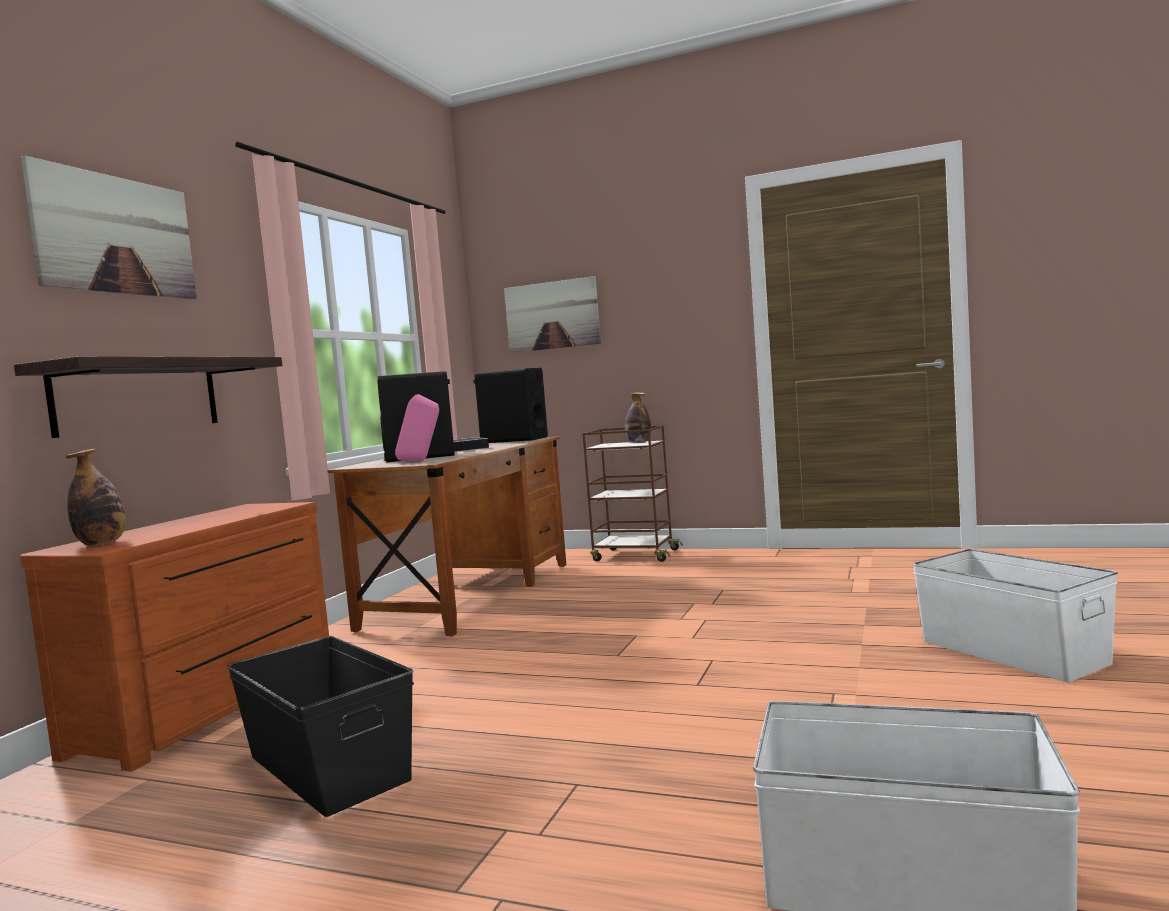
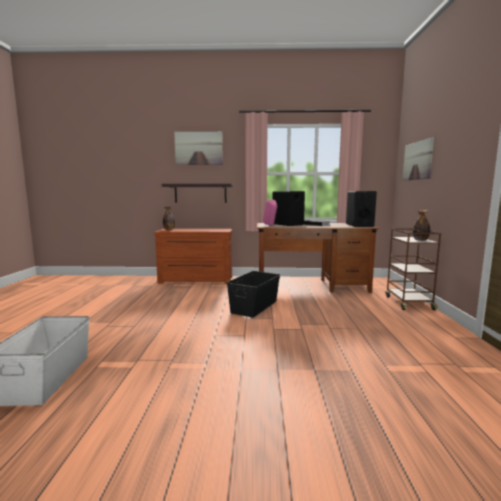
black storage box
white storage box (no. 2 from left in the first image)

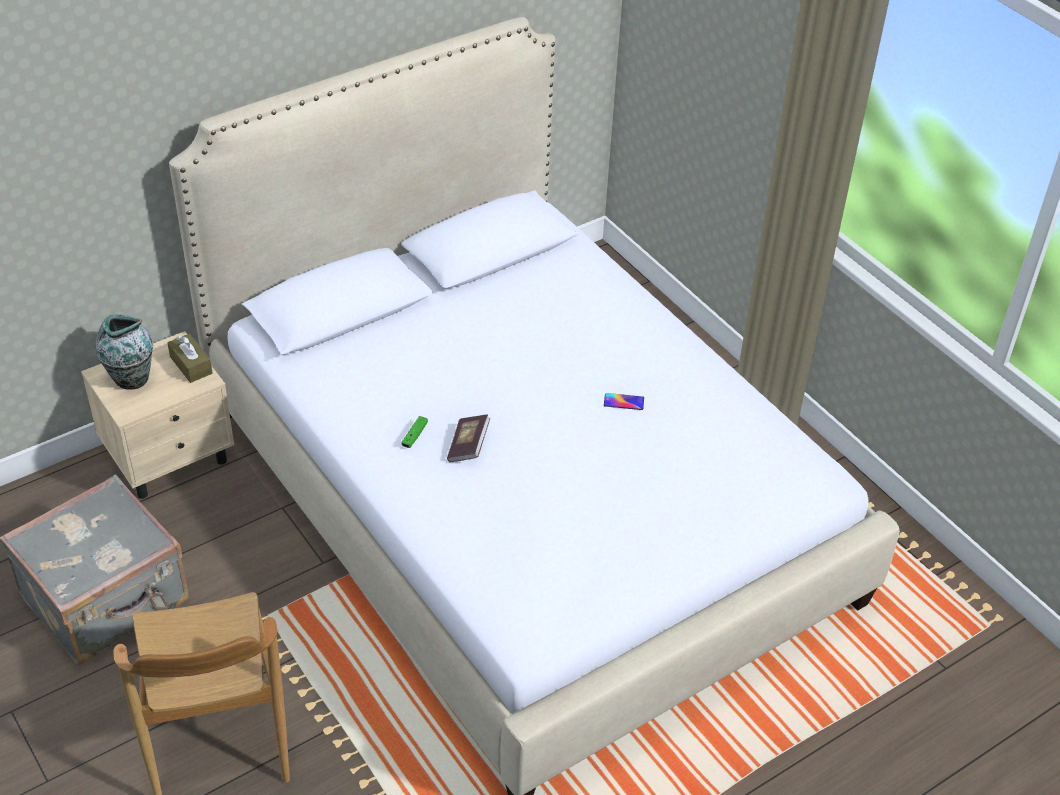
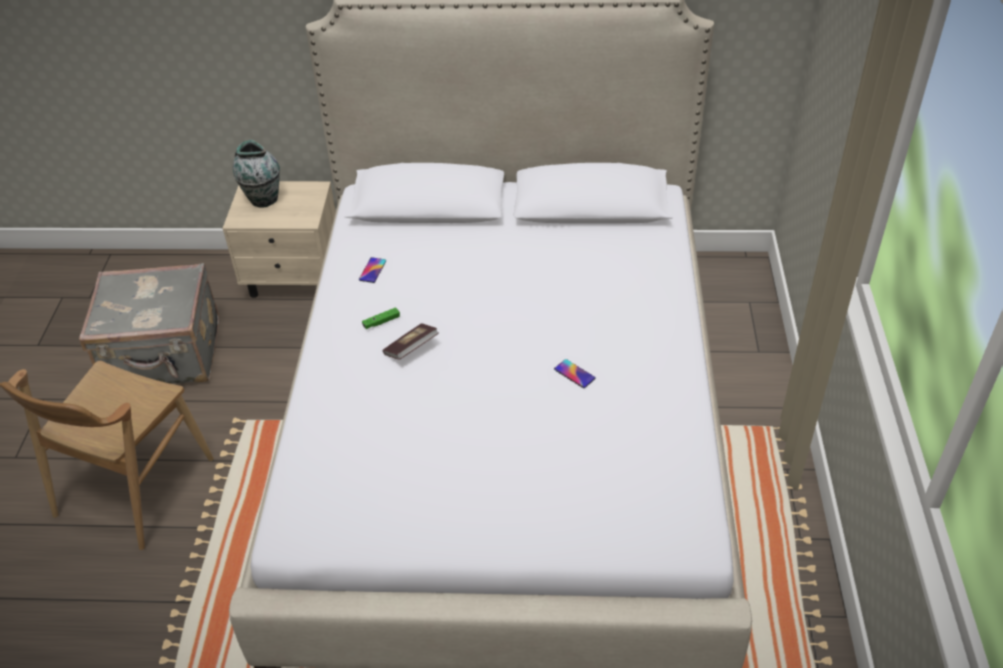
brown tissue box
phone (no. 1 from left)

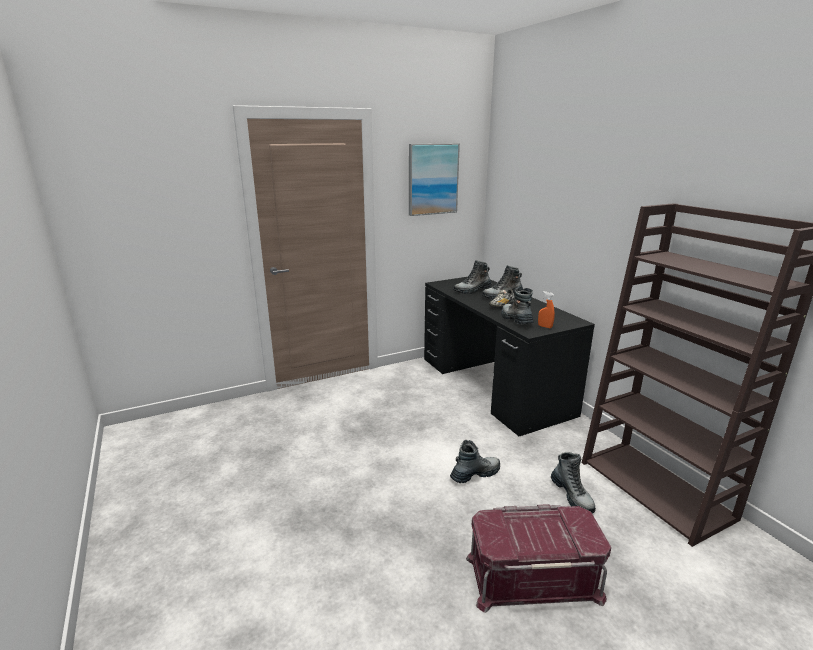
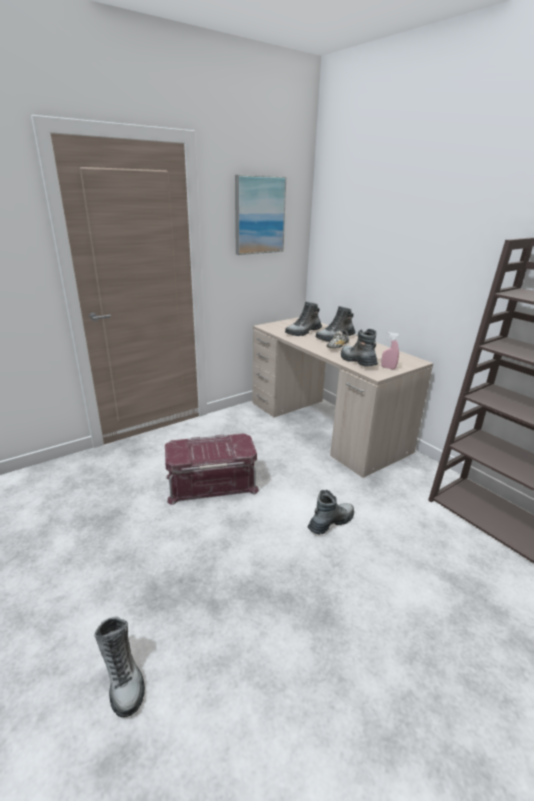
beige desk
red storage box
pink spray bottle
boot (no. 1 from left)

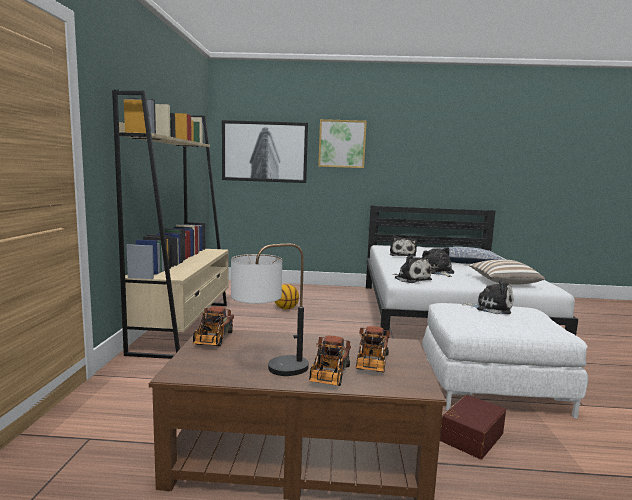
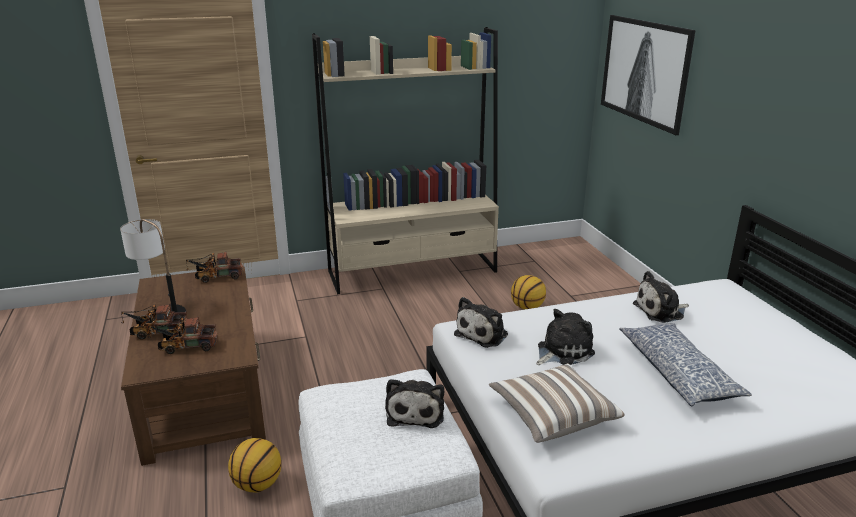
picture (no. 2 from left in the first image)
basketball (no. 1 from left)

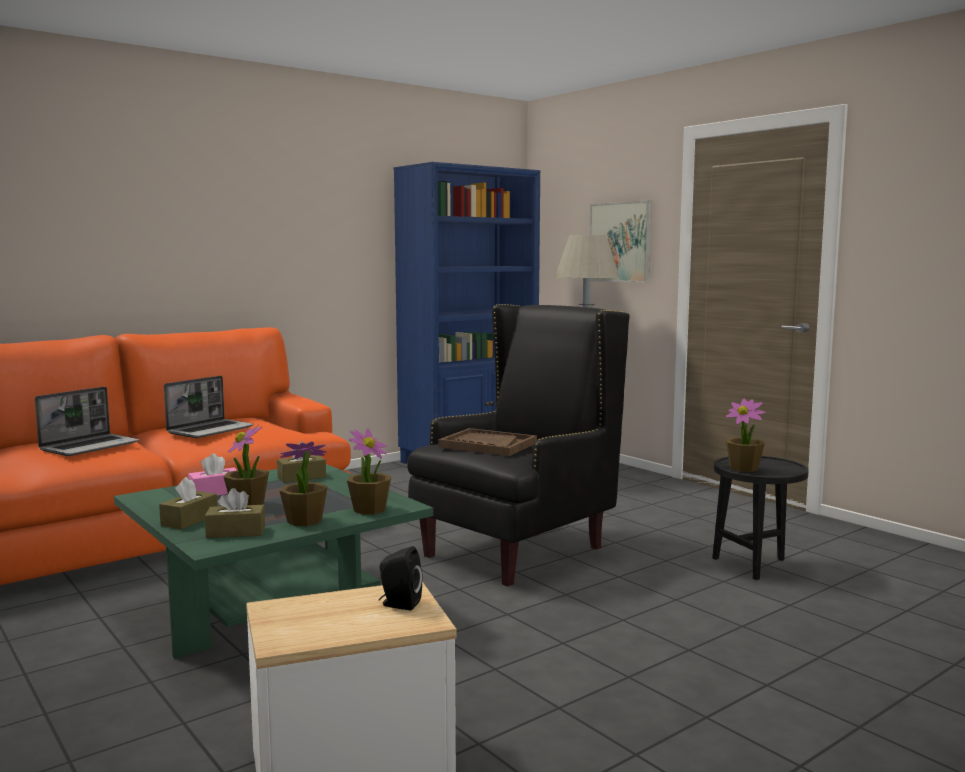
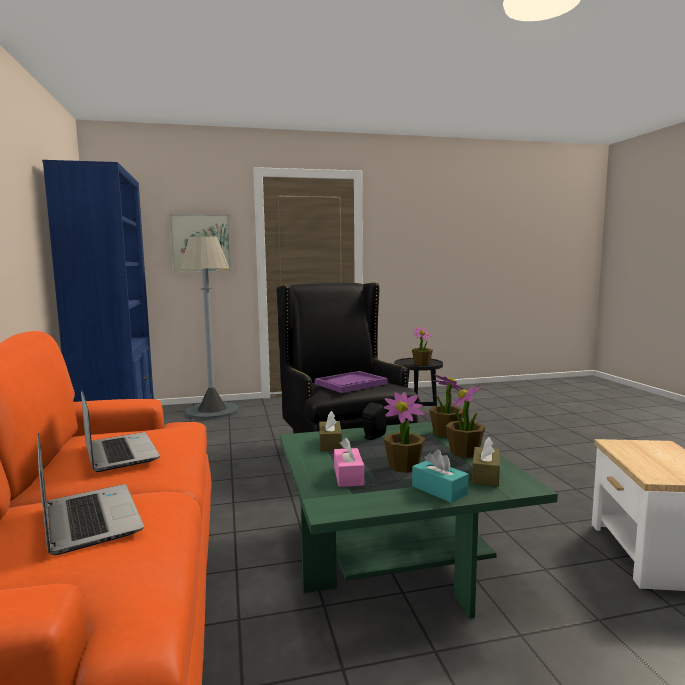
turquoise tissue box
black speaker
purple tray

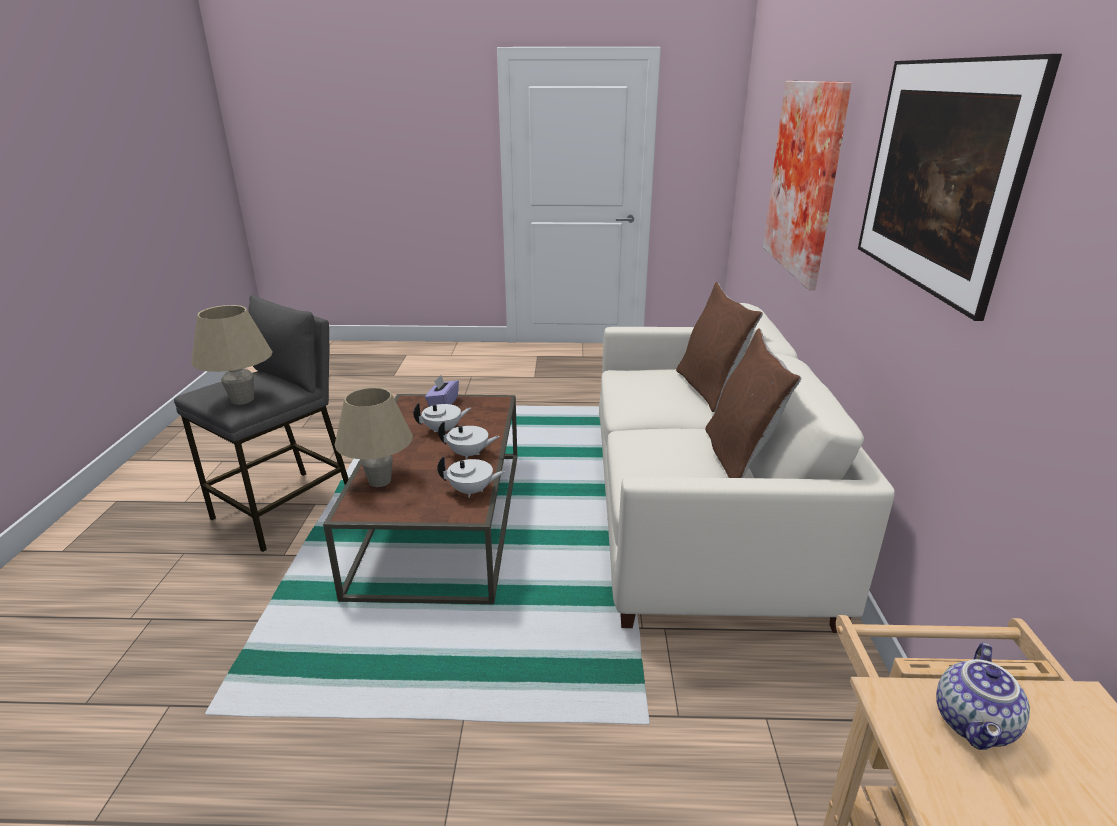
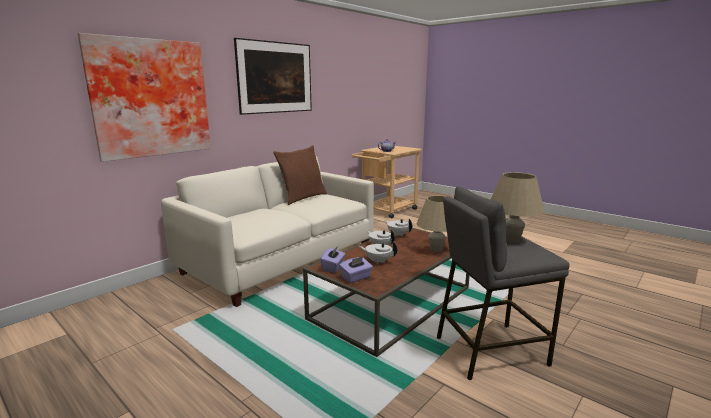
brown pillow (no. 1 from left in the first image)
purple tissue box (no. 1 from left)

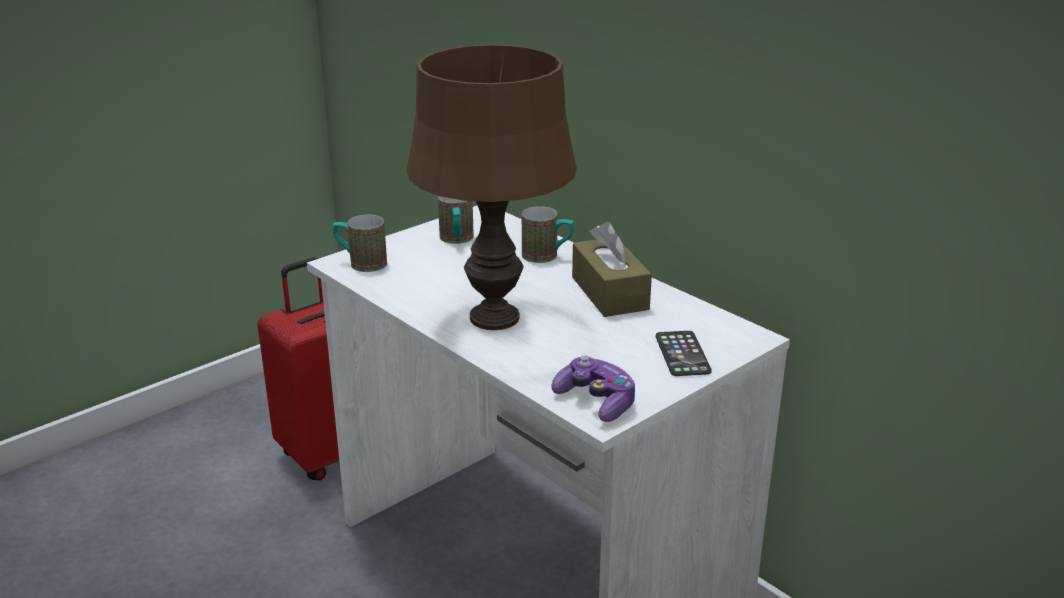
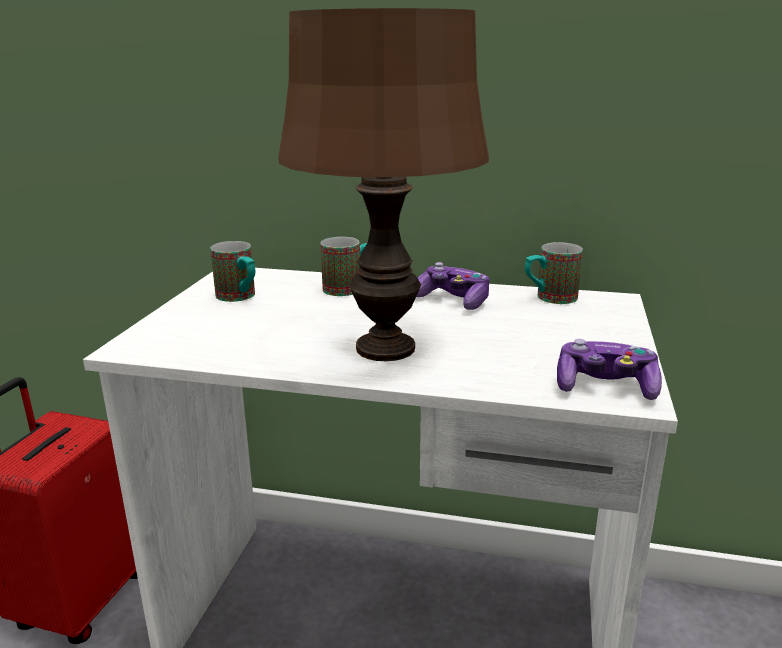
mug (no. 3 from left)
game controller (no. 1 from left)
phone

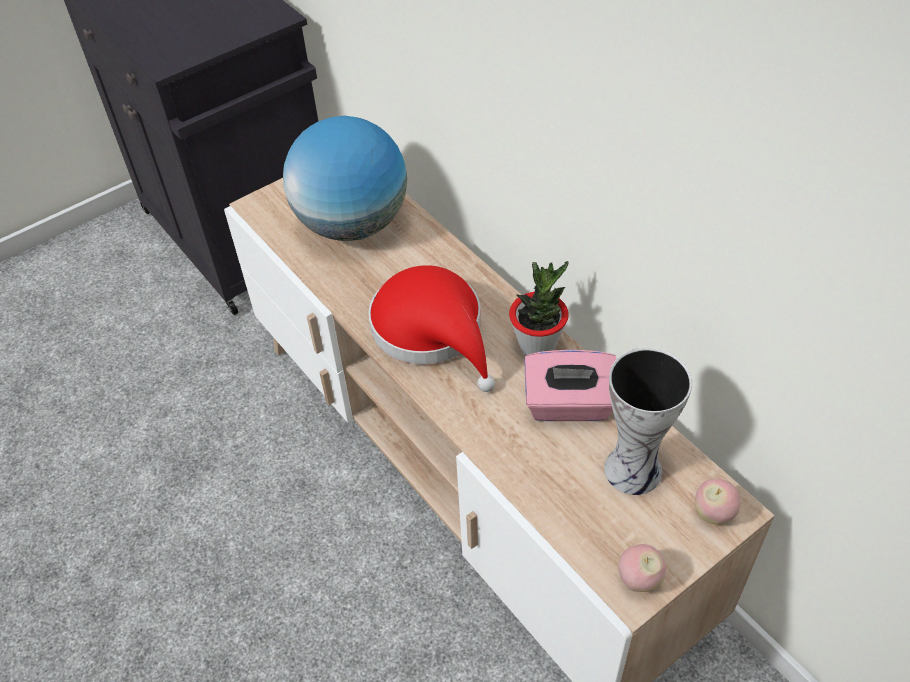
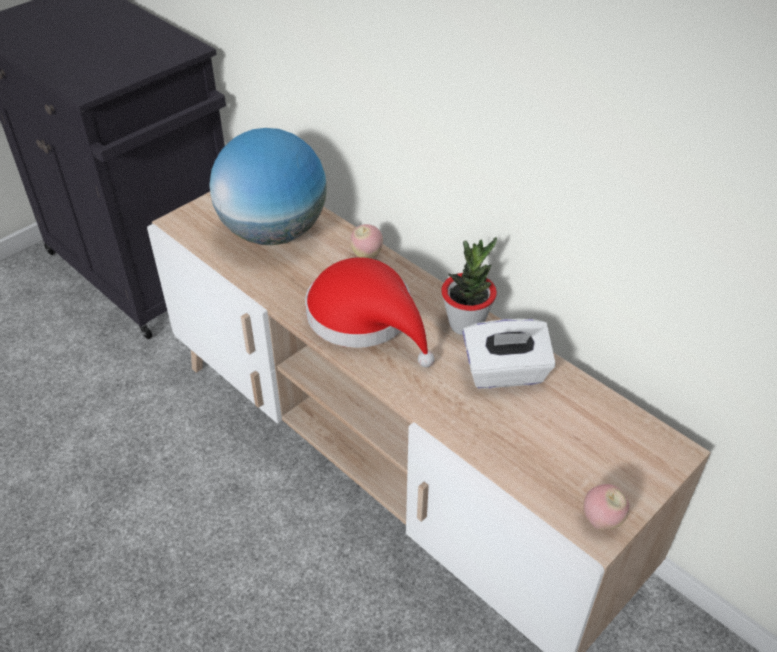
white tissue box
vase
apple (no. 1 from left)

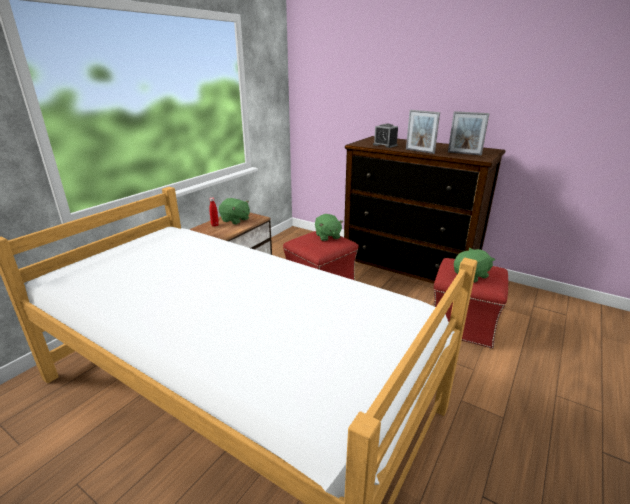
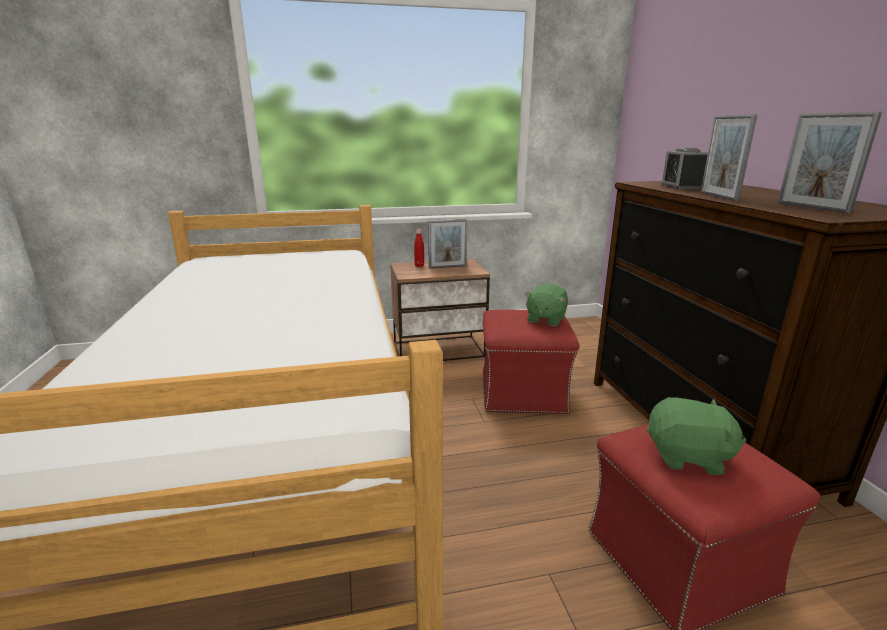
picture frame (no. 1 from left)

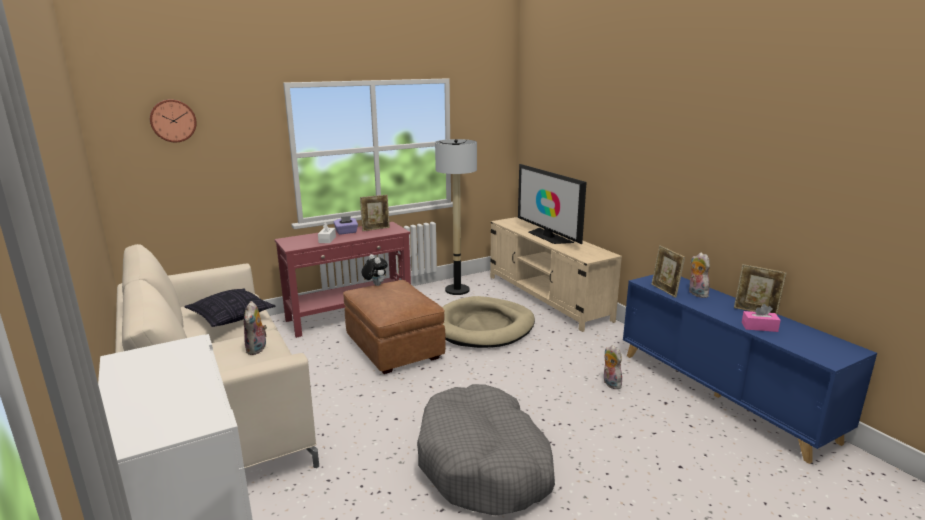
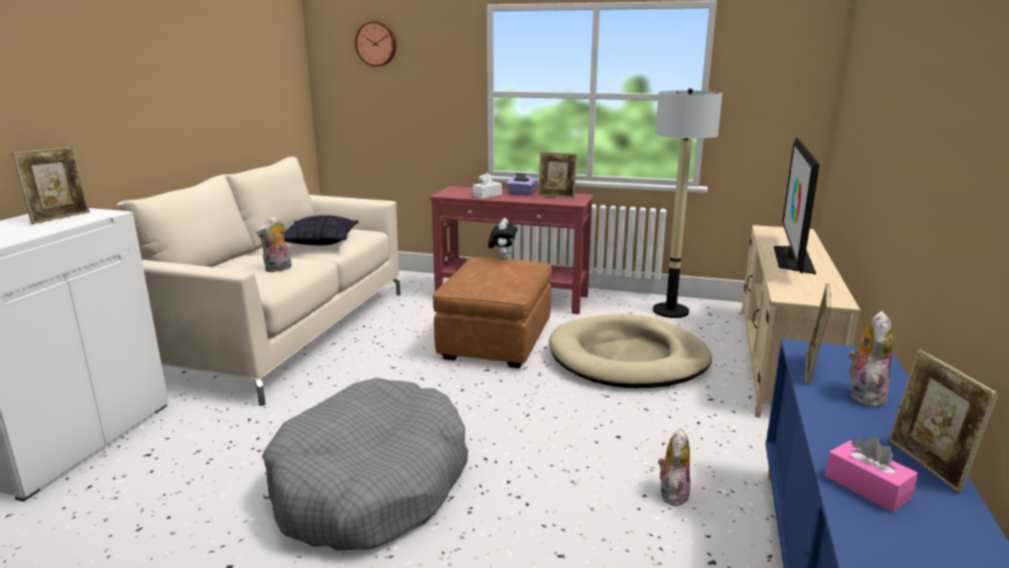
picture frame (no. 1 from left)

